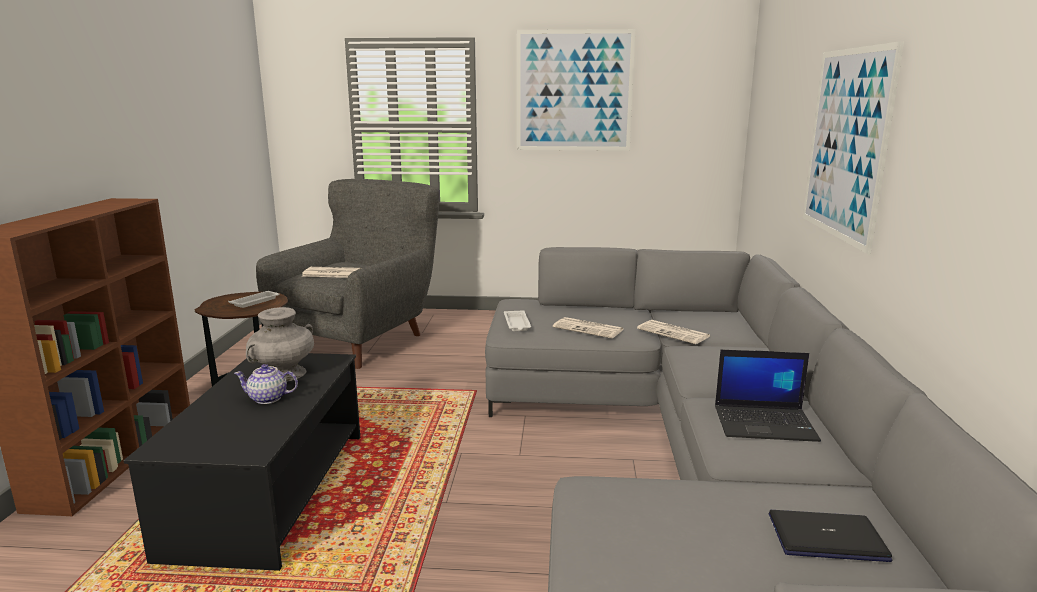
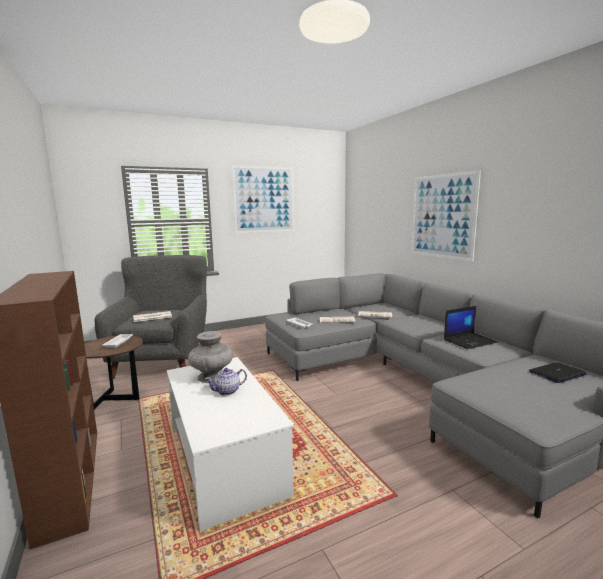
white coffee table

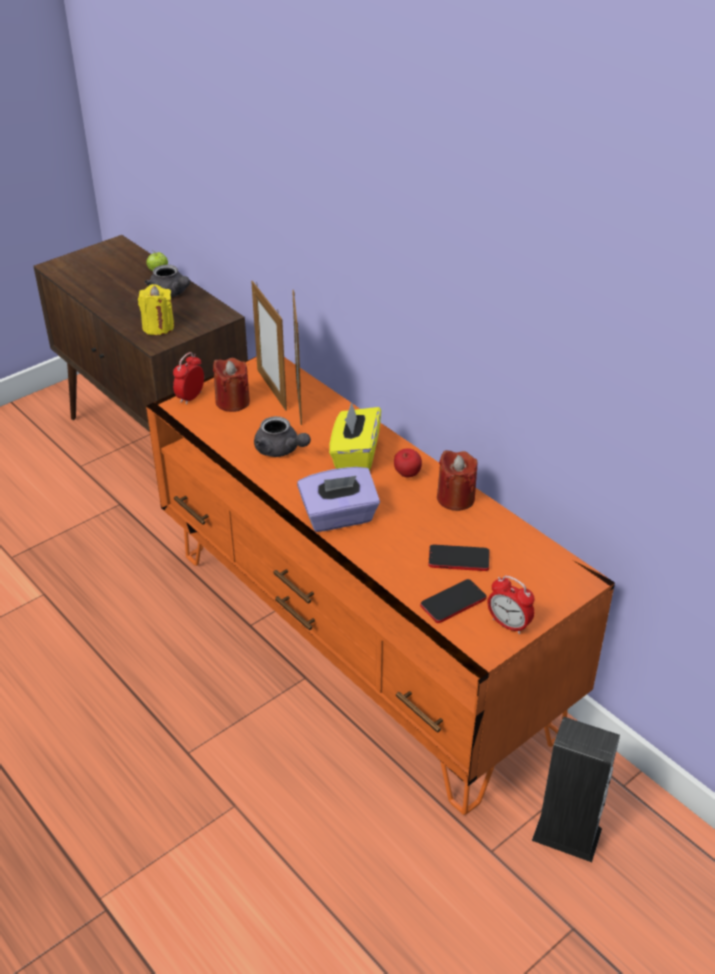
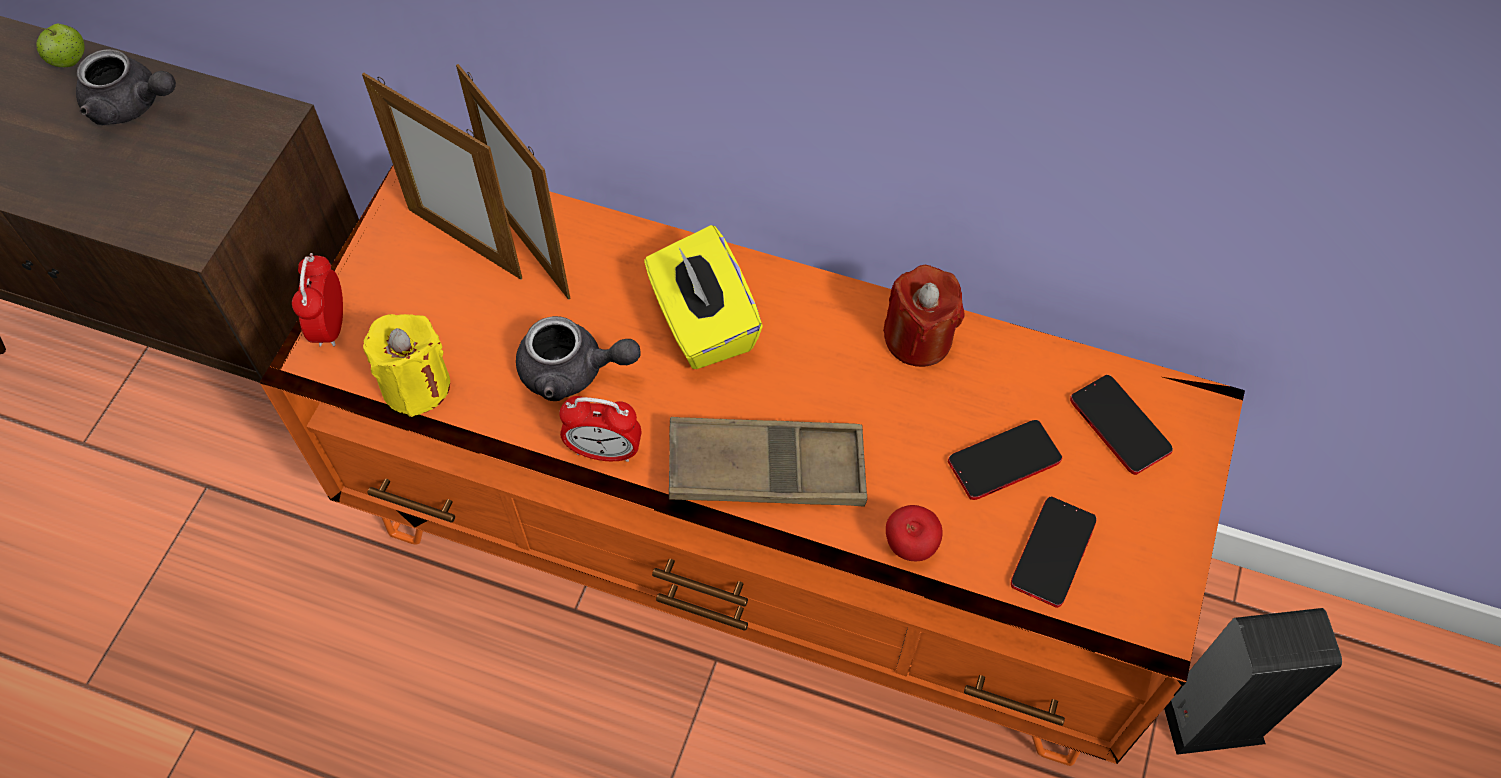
yellow candle
red candle (no. 1 from left in the first image)
brown tray
apple (no. 2 from left)
alarm clock (no. 2 from left)
phone (no. 3 from left)

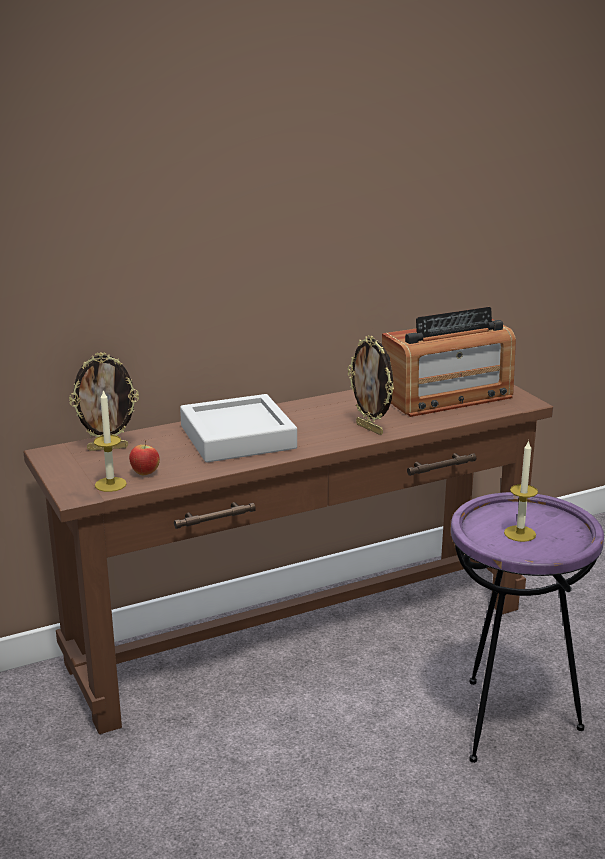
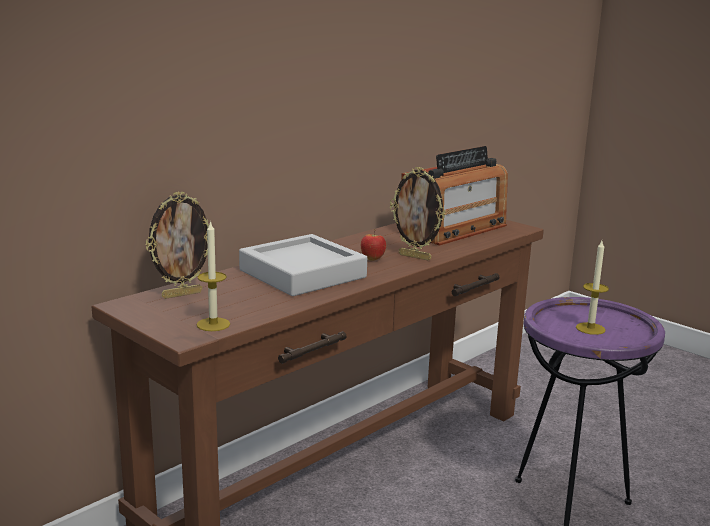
apple

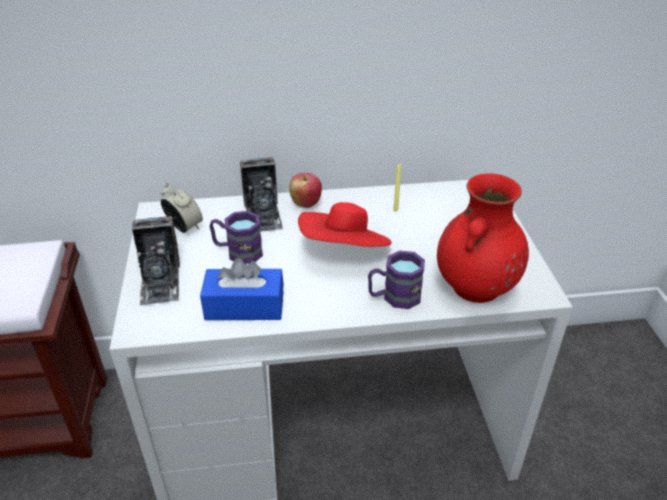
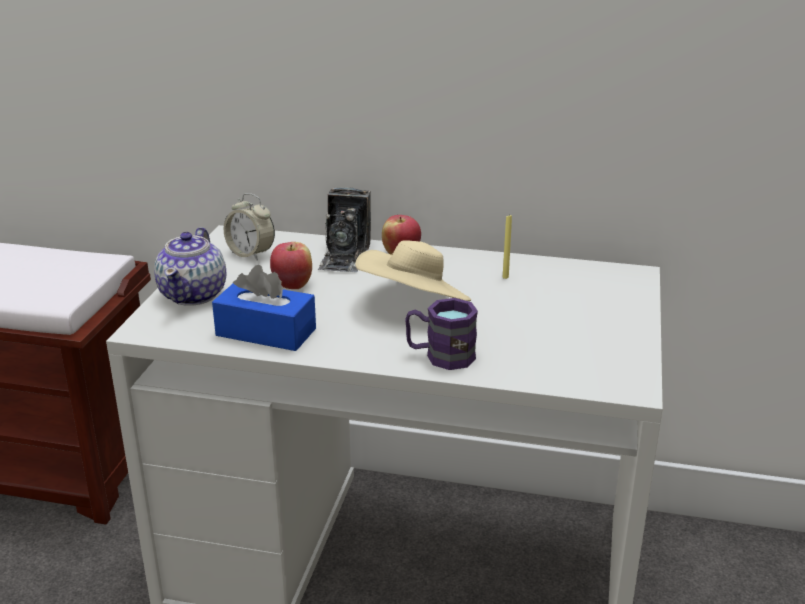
teapot
alarm clock
apple (no. 1 from left)
beige hat
red vase

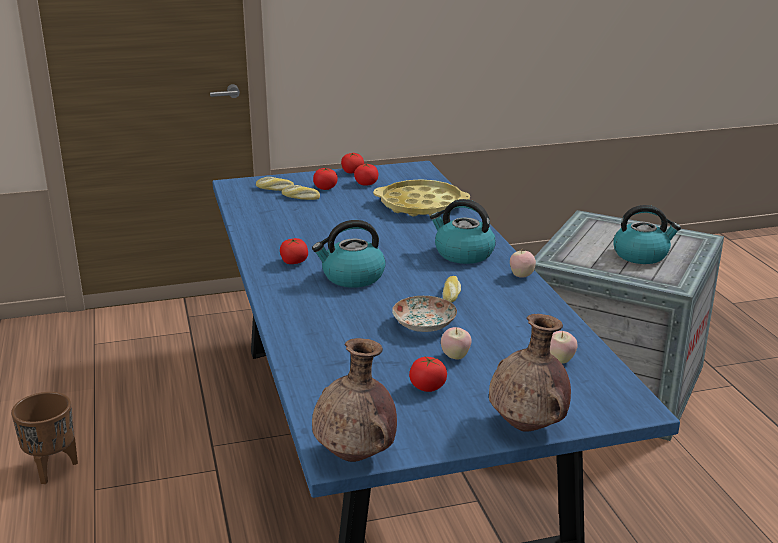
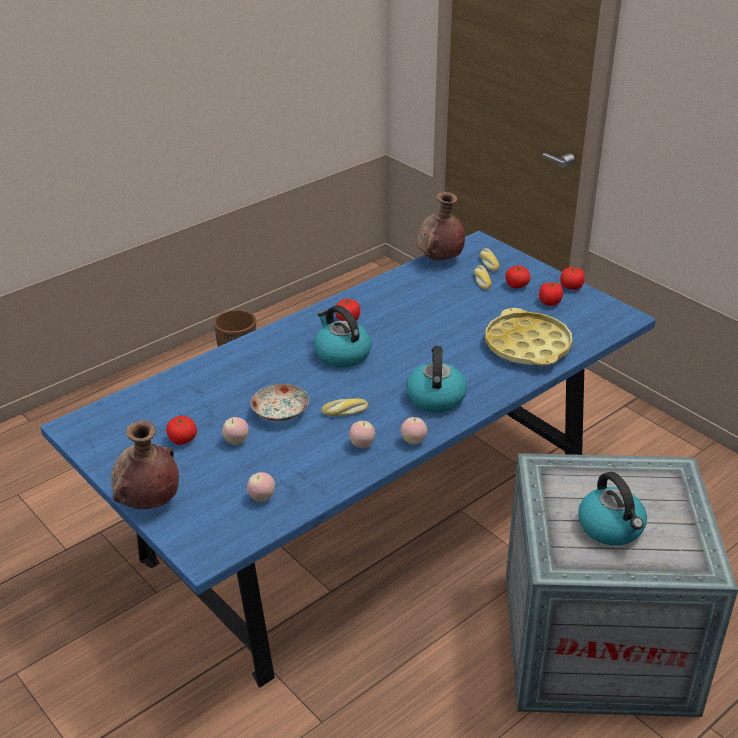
brown vase (no. 2 from left)
apple (no. 3 from left)

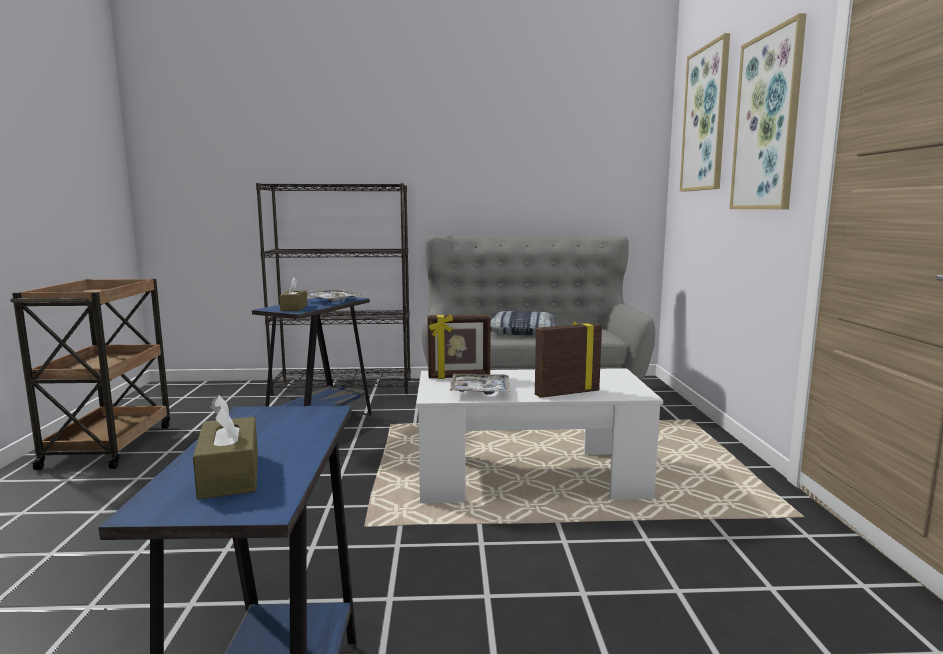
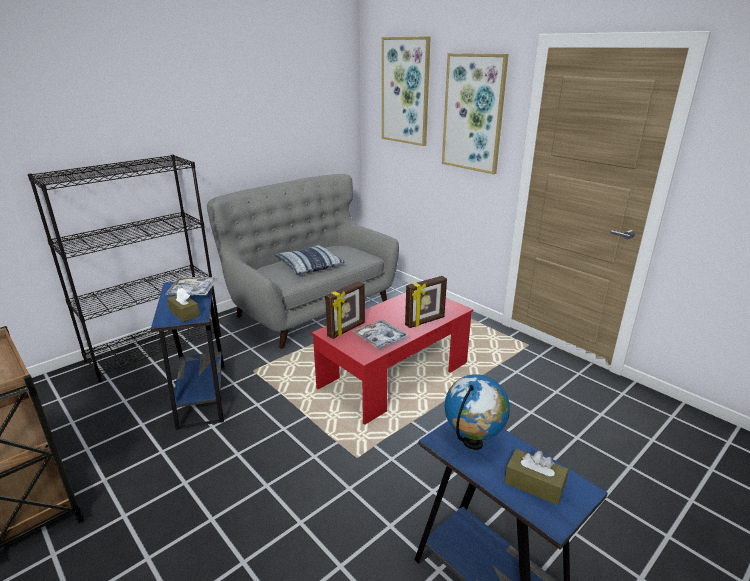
red coffee table
picture frame (no. 2 from left)
globe

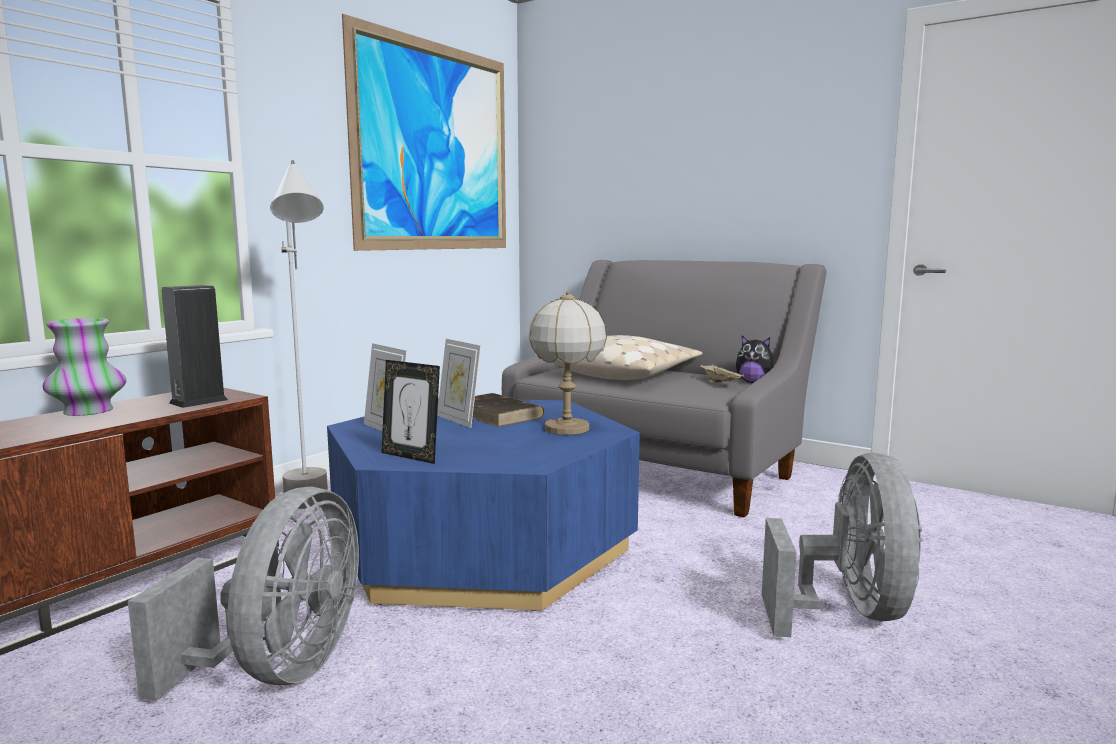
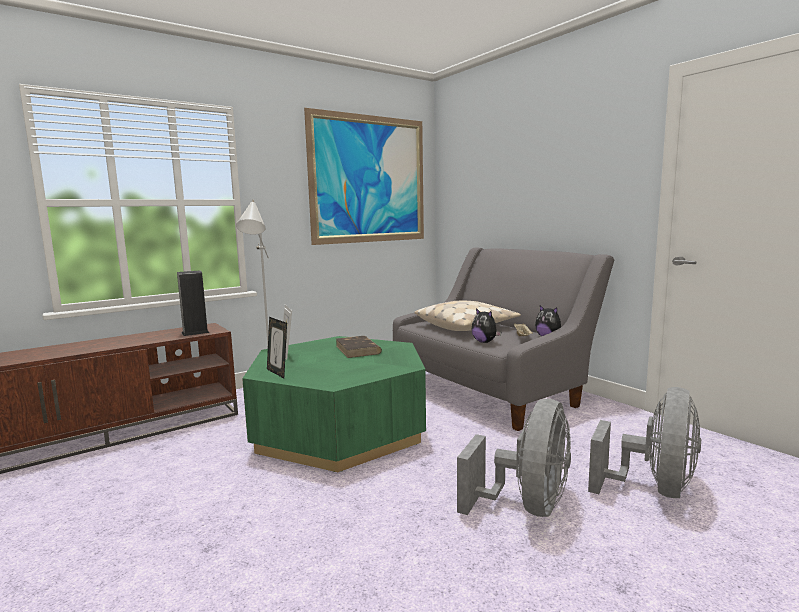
vase
grey fan (no. 2 from left)
green coffee table
picture frame (no. 3 from left in the first image)
table lamp
plush toy (no. 1 from left)

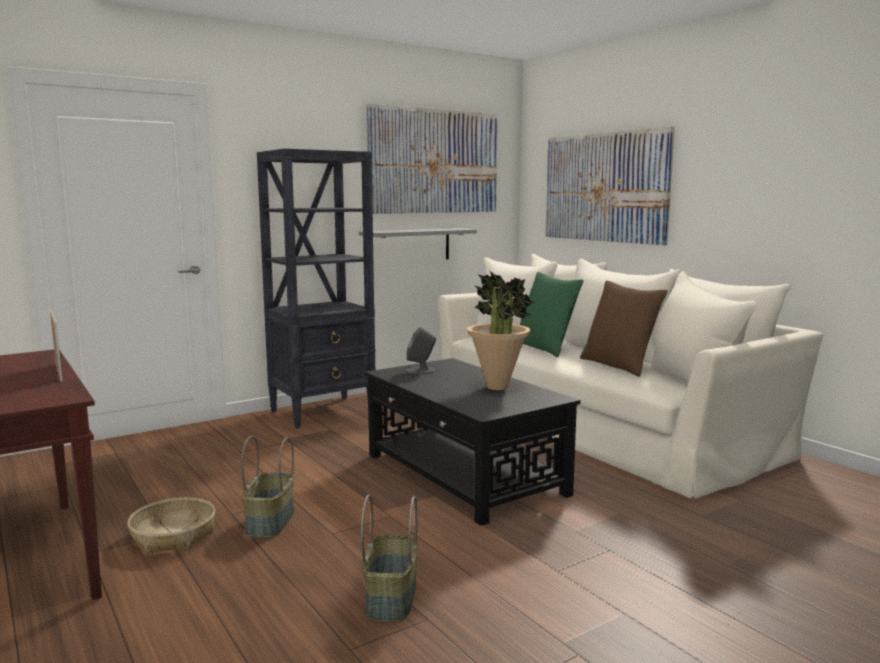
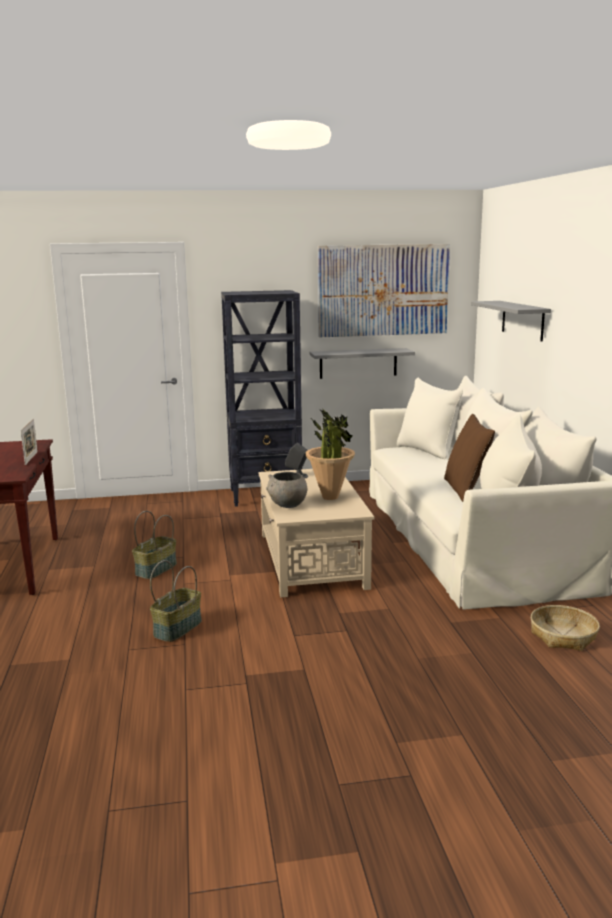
basket (no. 3 from left)
beige coffee table
green pillow
grey shelf (no. 2 from left)
grey bowl

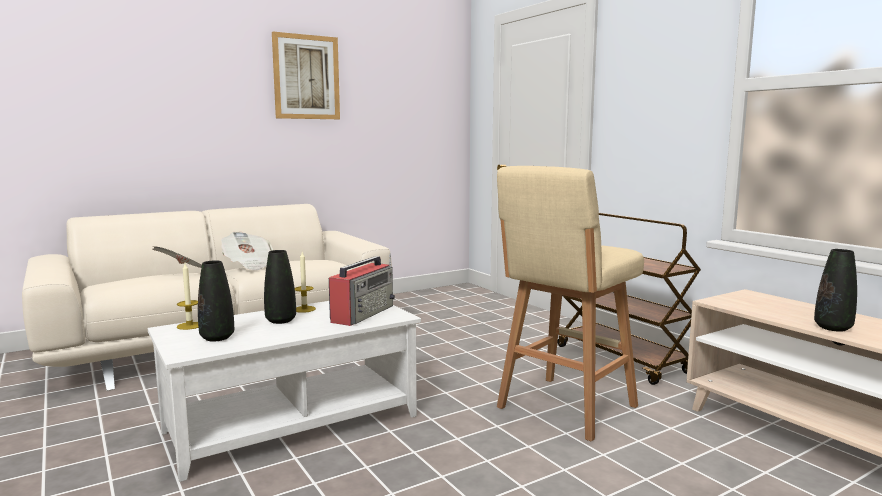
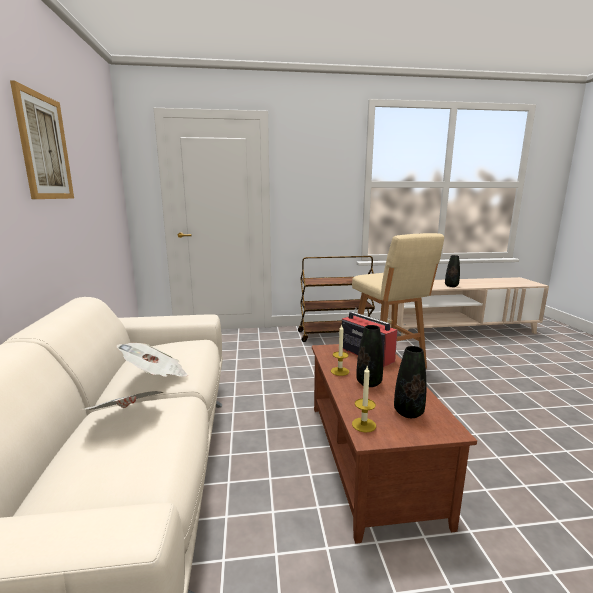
brown coffee table

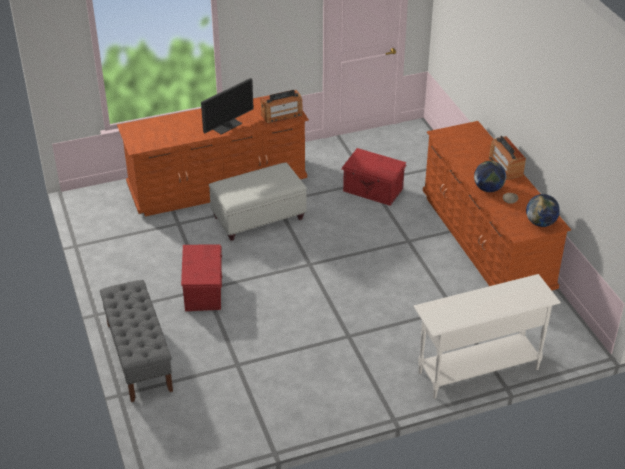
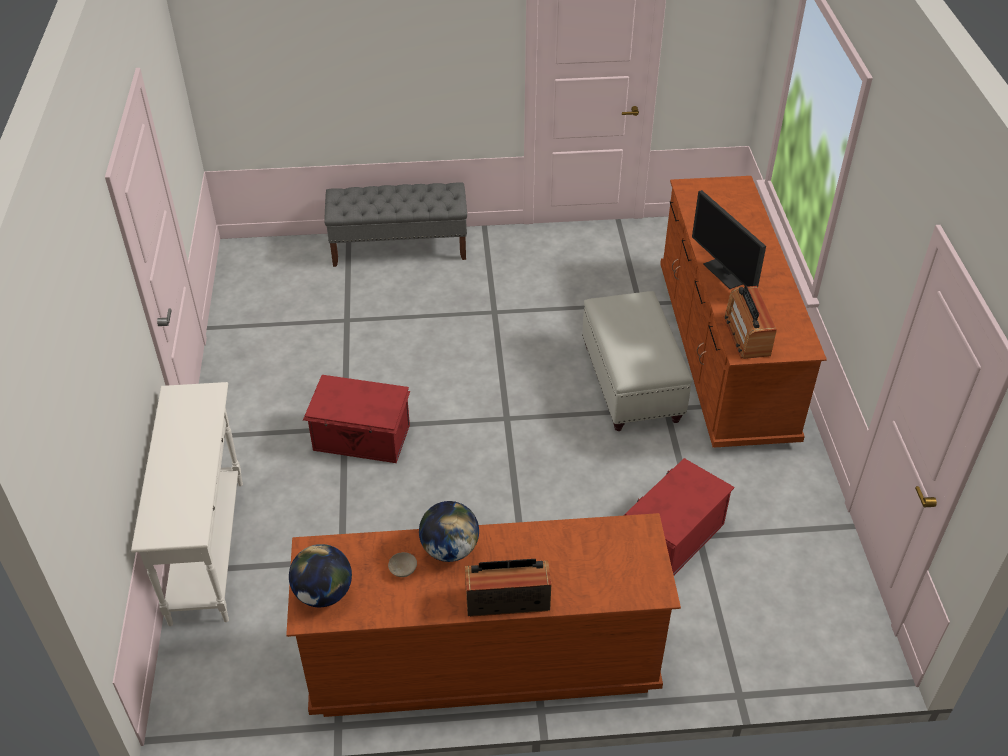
red storage box (no. 1 from left)

